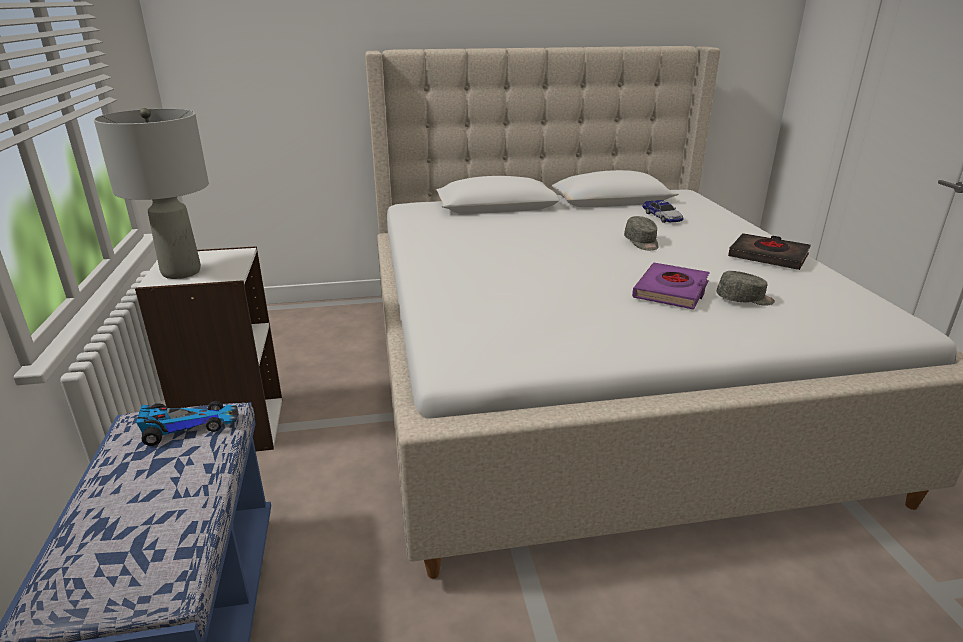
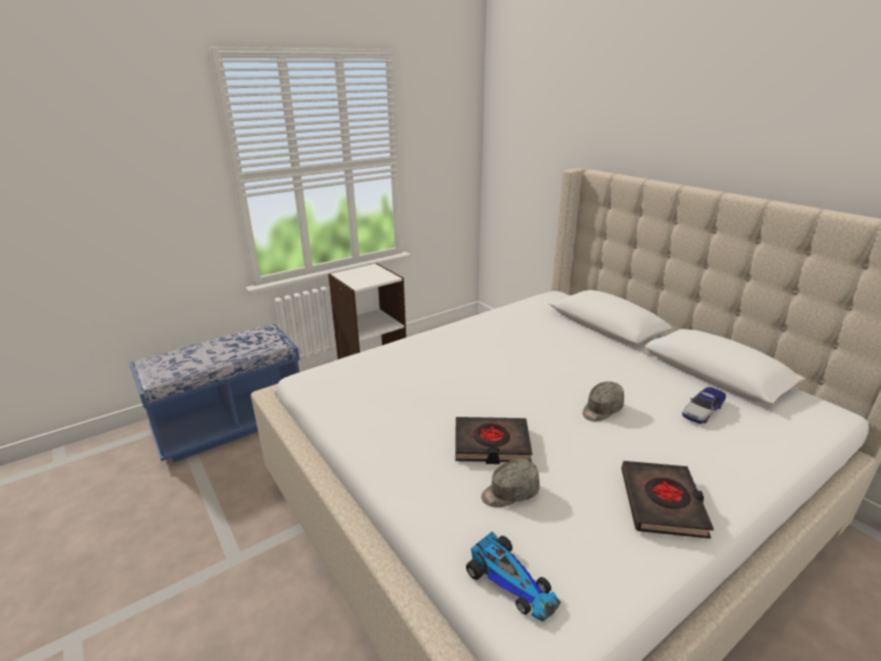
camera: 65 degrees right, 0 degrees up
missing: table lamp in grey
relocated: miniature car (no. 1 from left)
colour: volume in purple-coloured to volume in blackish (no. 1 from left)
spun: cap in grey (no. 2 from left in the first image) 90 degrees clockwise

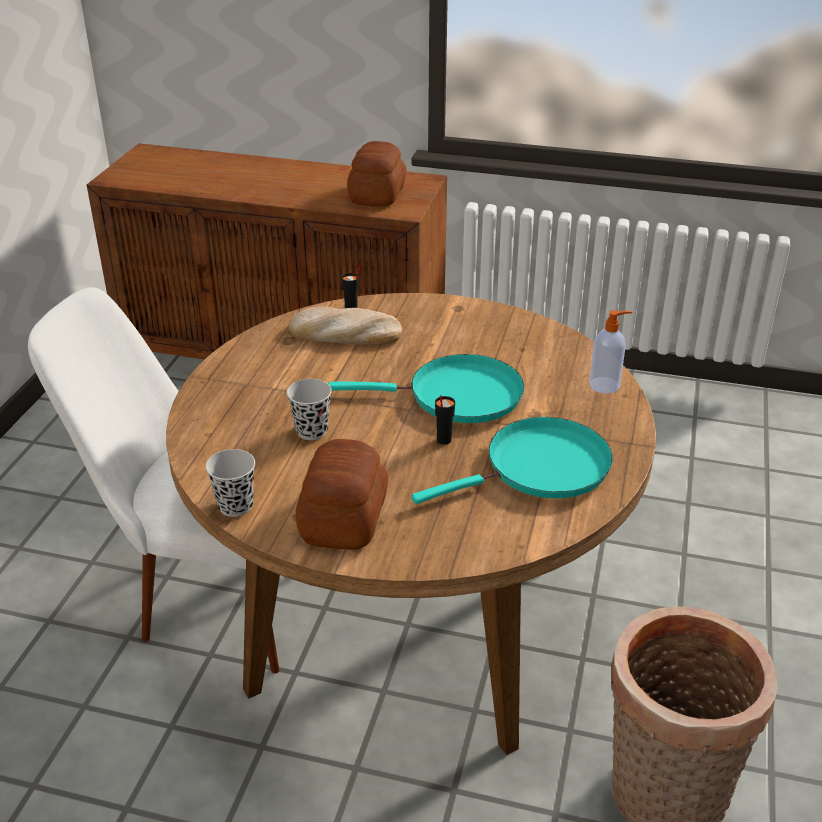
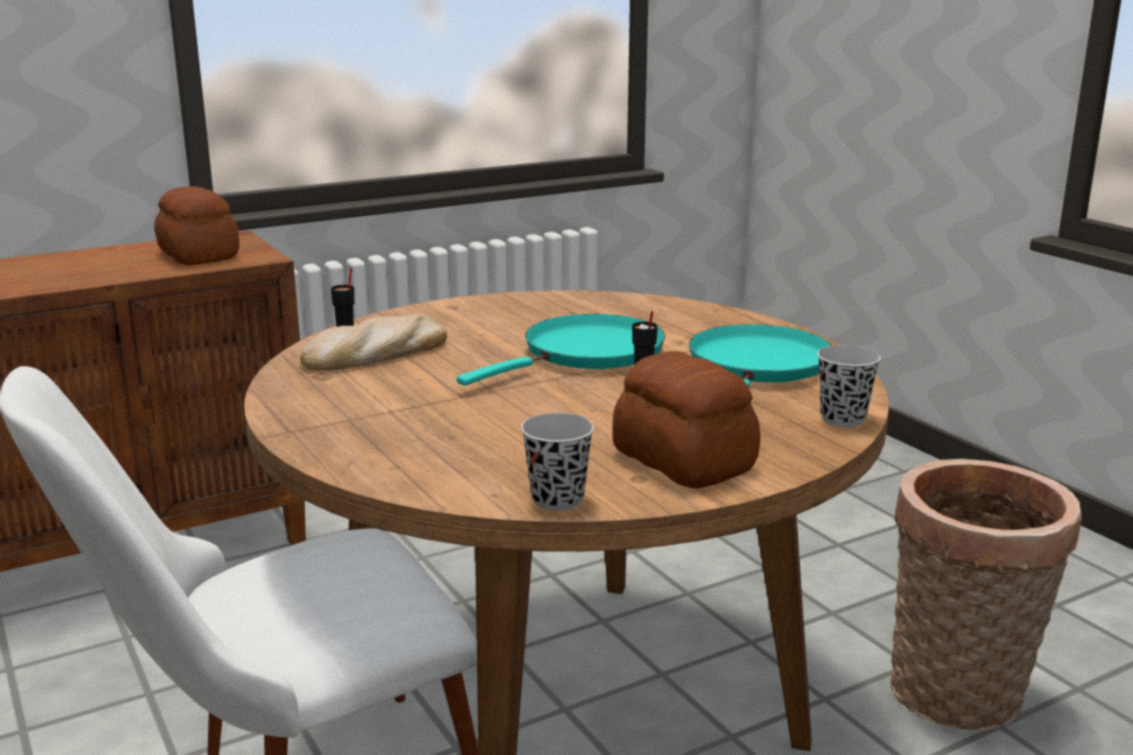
camera: 45 degrees left, 15 degrees down
missing: liquid soap bottle
relocated: drinking cup in blackish (no. 2 from left in the first image) to drinking cup in blackish (no. 4 from left)

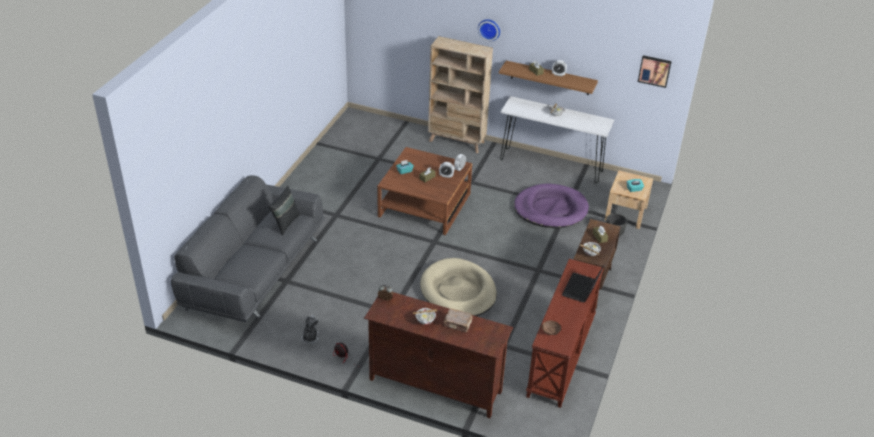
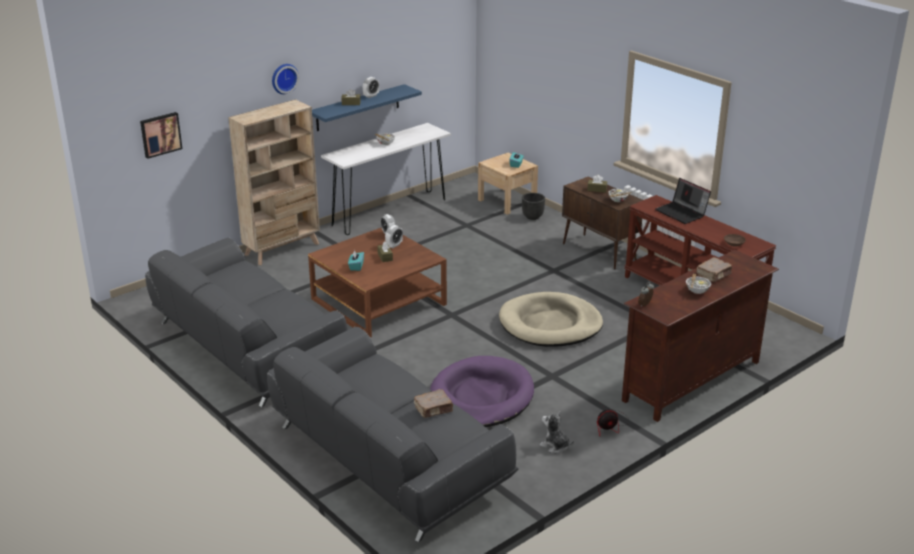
camera: 60 degrees left, 10 degrees down
missing: throw pillow in blackish
appeared: couch in grey (no. 1 from left); volume in brown-coloured (no. 1 from left)
relocated: dog bed in purple-coloured; picture
colour: shelf in brown-coloured to shelf in blue-coloured

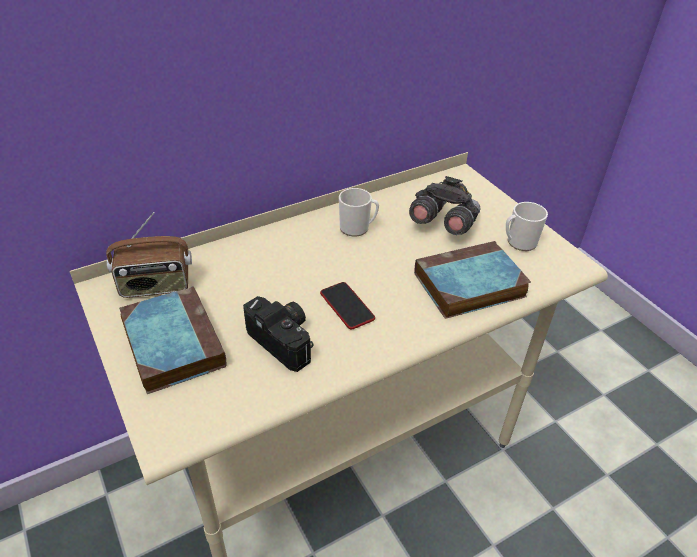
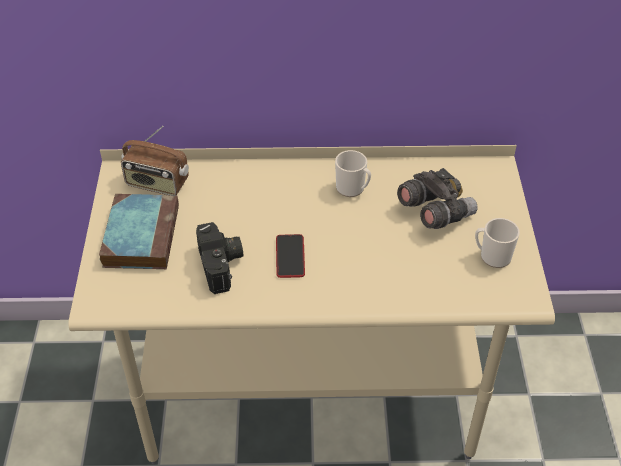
camera: 30 degrees right, 5 degrees up
missing: volume (no. 2 from left)

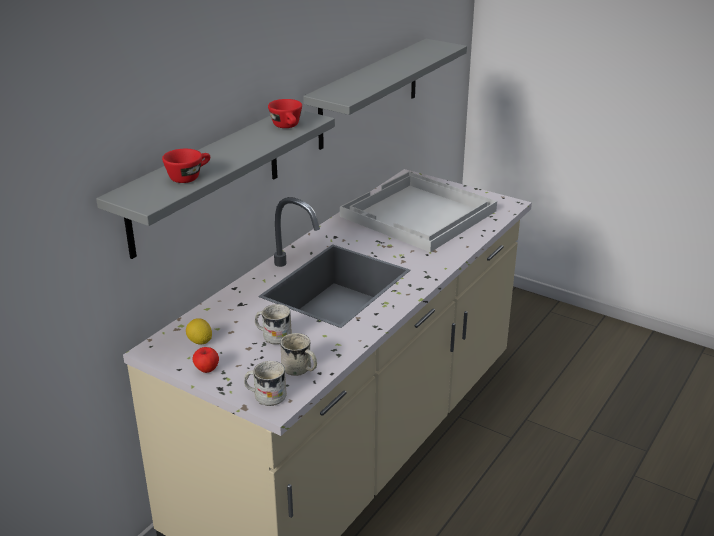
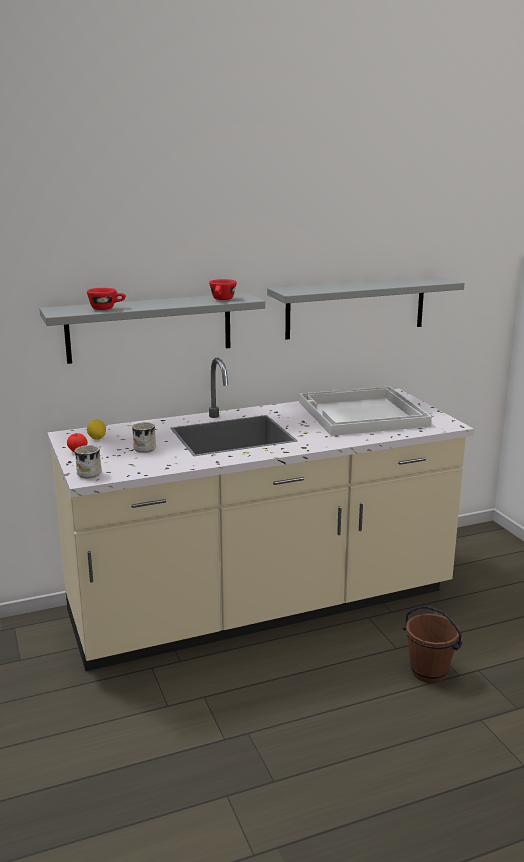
camera: 35 degrees right, 10 degrees down
missing: coffee mug in white-coloured (no. 3 from left)
appeared: bucket in brown-coloured

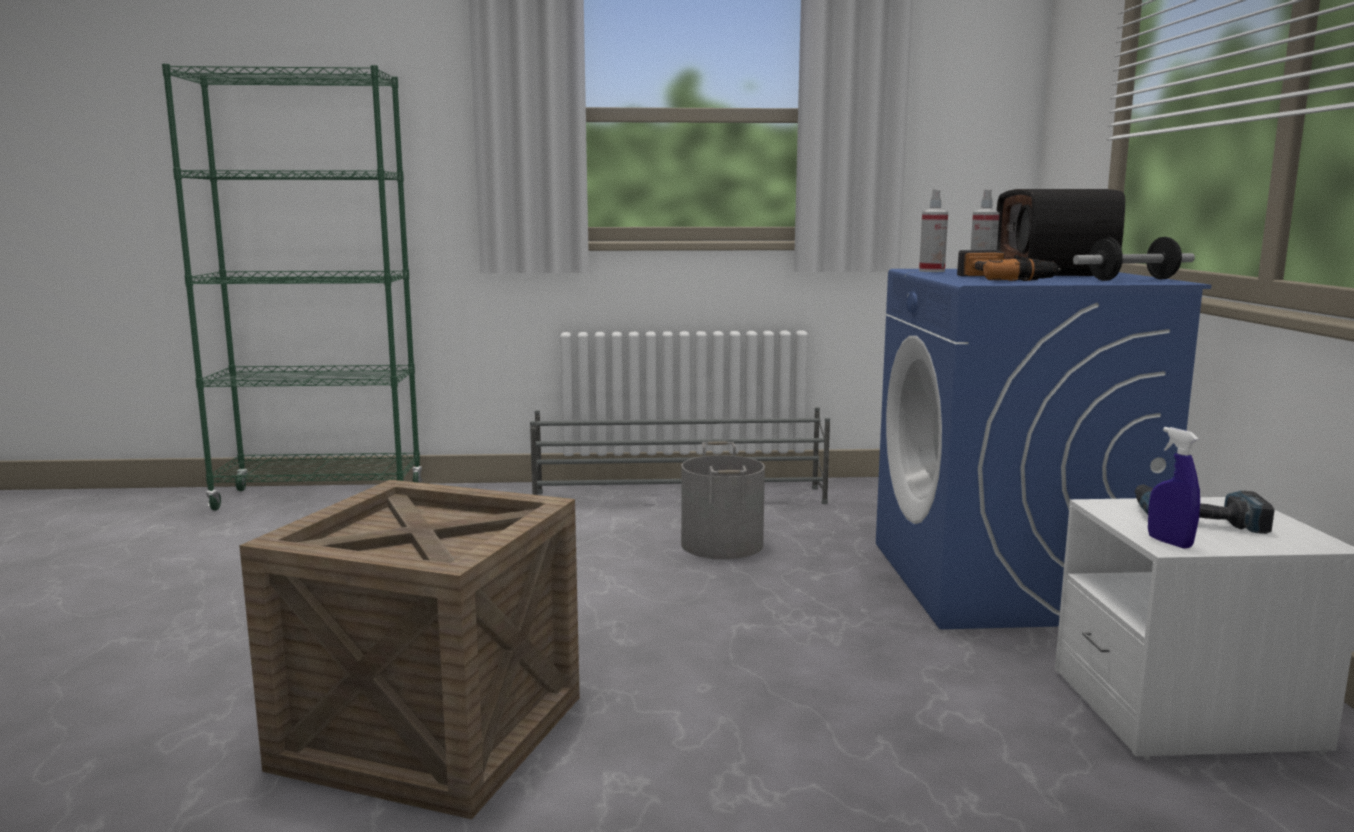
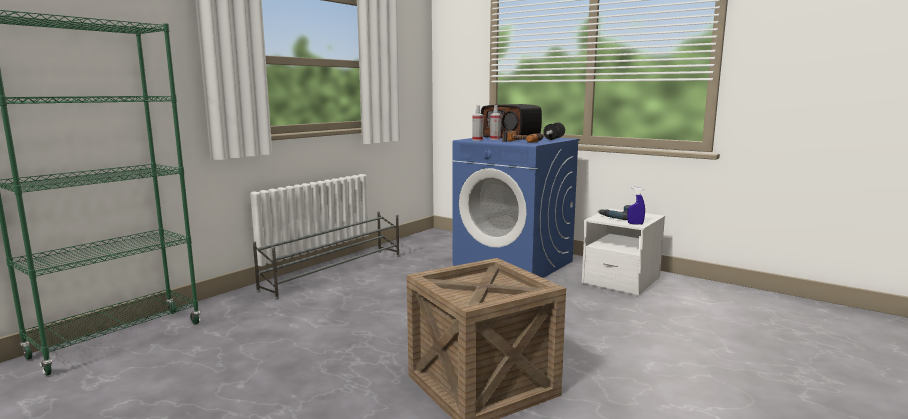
camera: 50 degrees left, 0 degrees up
missing: bucket in grey

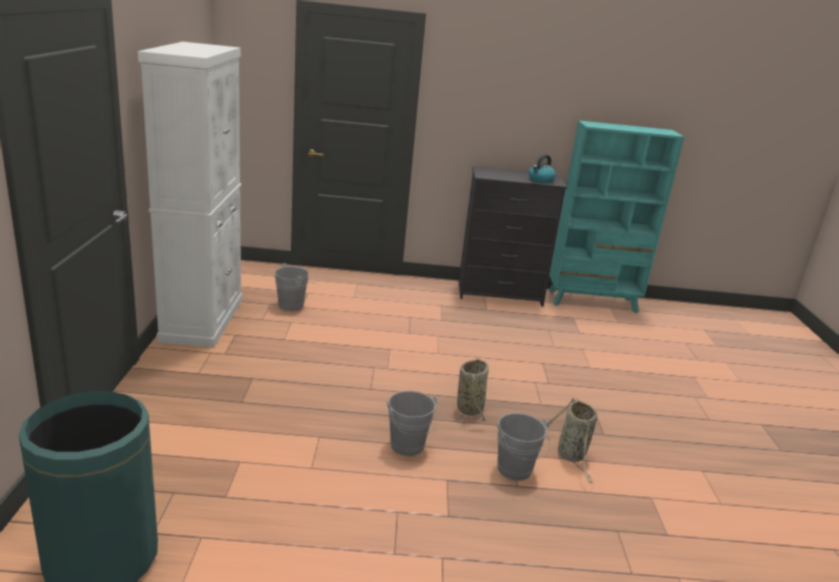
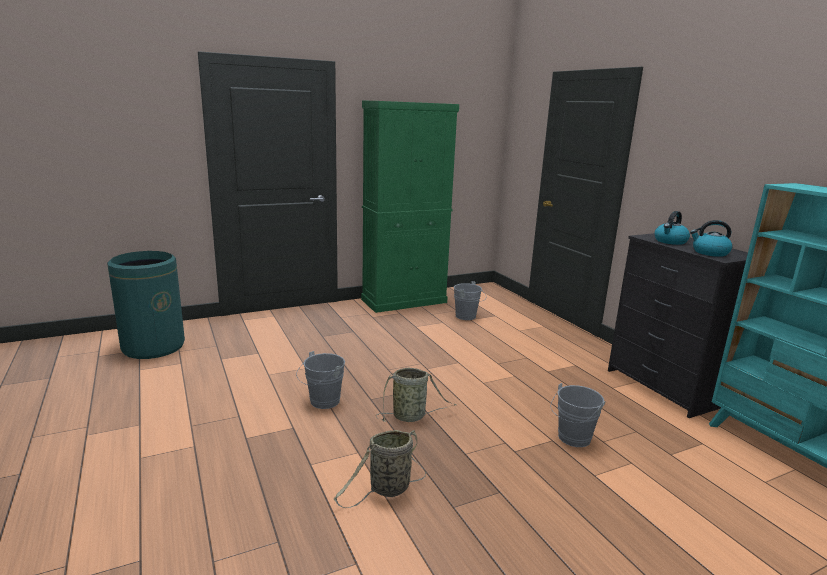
camera: 65 degrees right, 5 degrees down
appeared: kettle (no. 1 from left)
relocated: bucket in grey (no. 3 from left)
colour: cupboard in white-coloured to cupboard in greenish

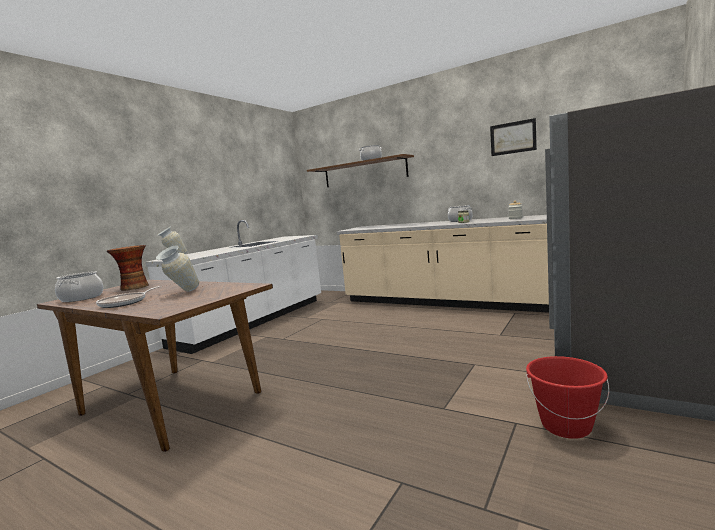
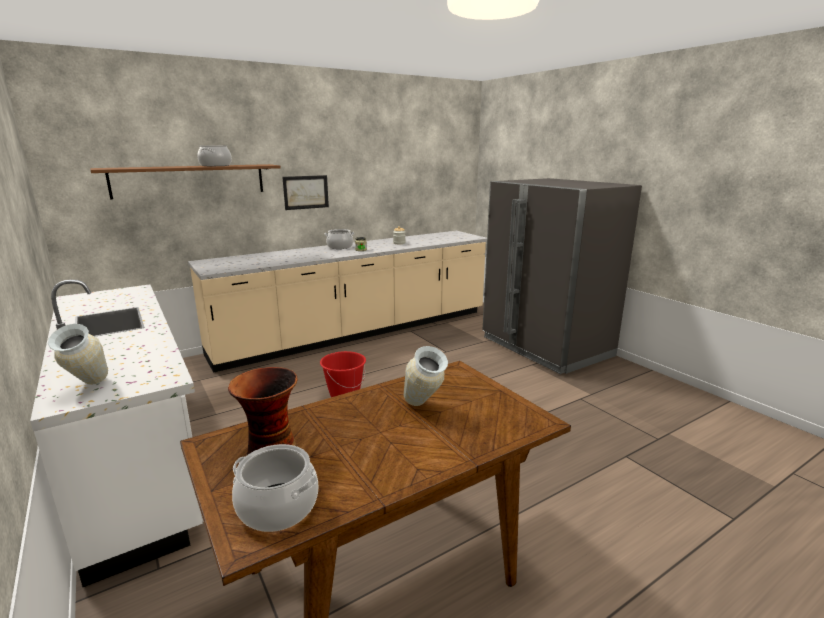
camera: 65 degrees left, 10 degrees up
missing: frying pan
relocated: picture; bucket in red-coloured

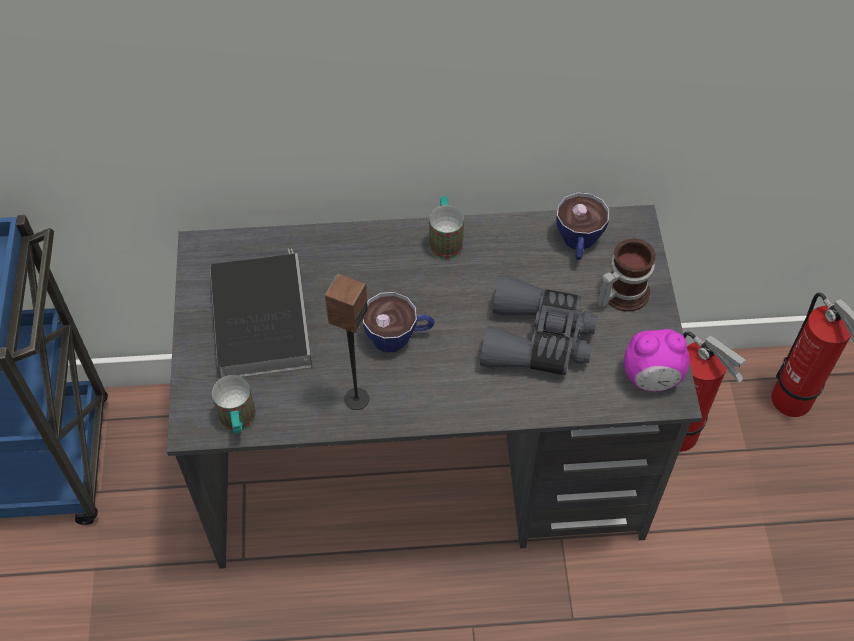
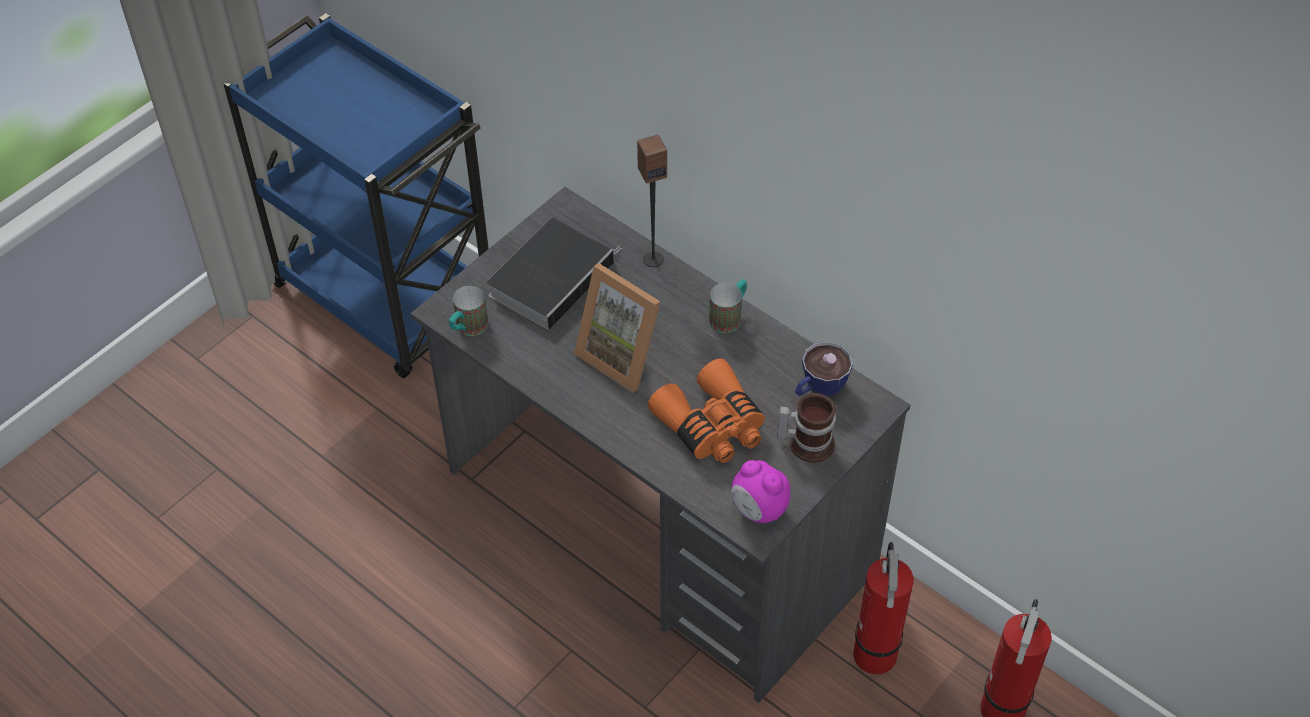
camera: 45 degrees right, 5 degrees down
relocated: speaker
exchanged: drinking cup (no. 1 from left) to standing frame
colour: binoculars in grey to binoculars in orange

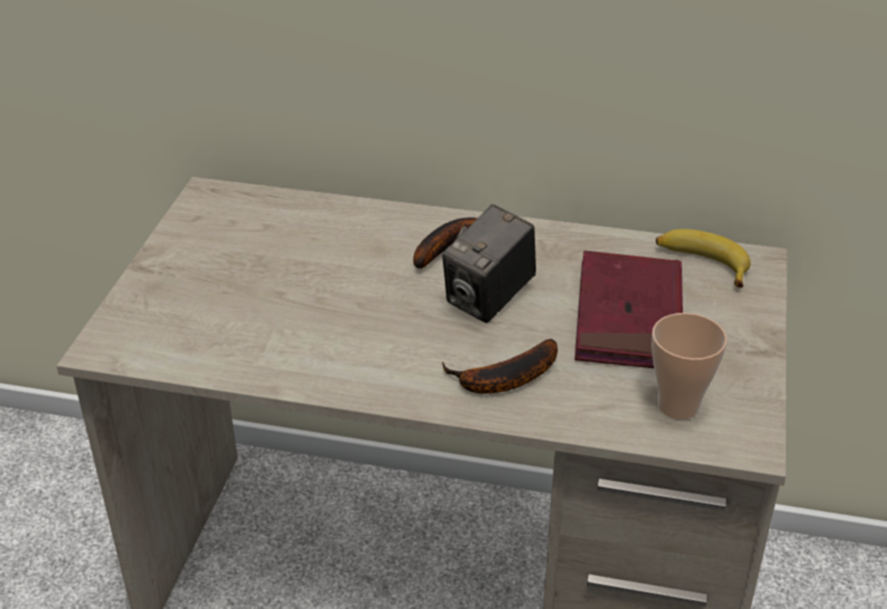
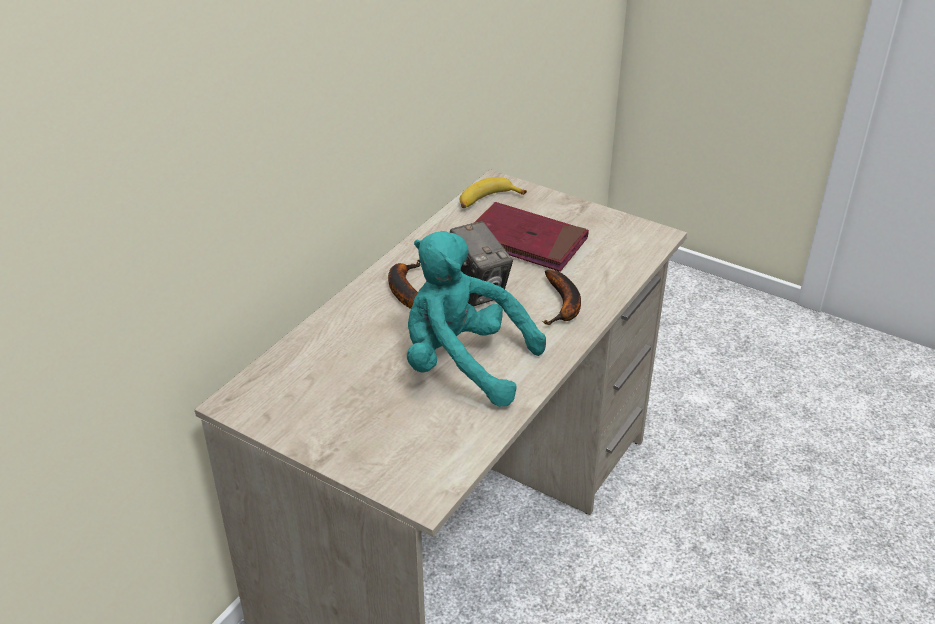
camera: 70 degrees left, 0 degrees up
missing: drinking cup
appeared: plush toy in turquoise

